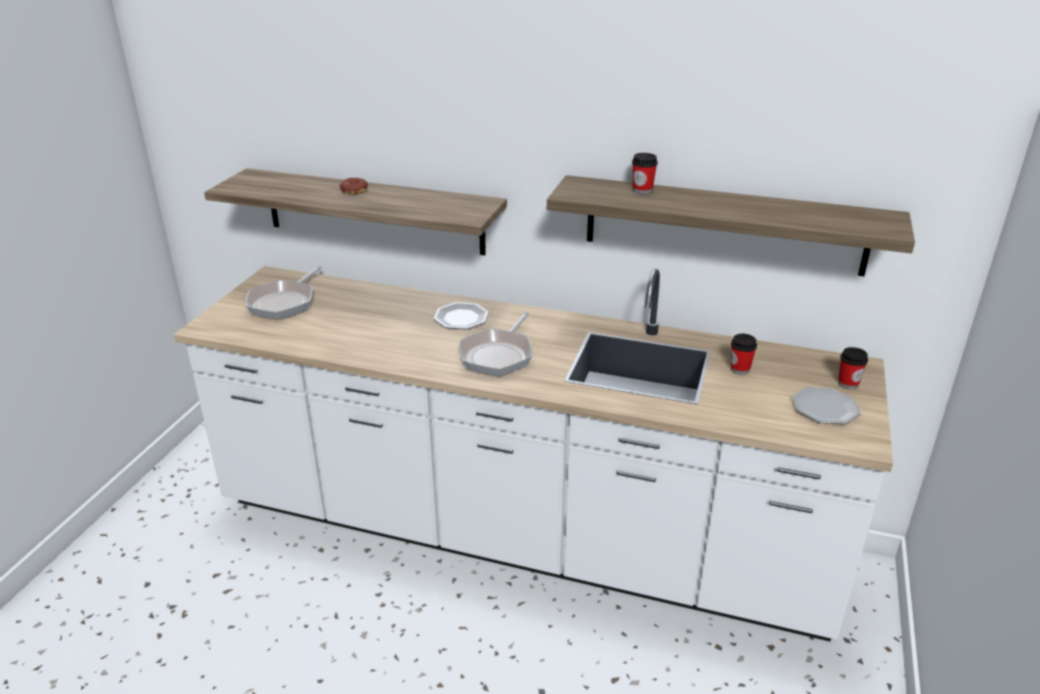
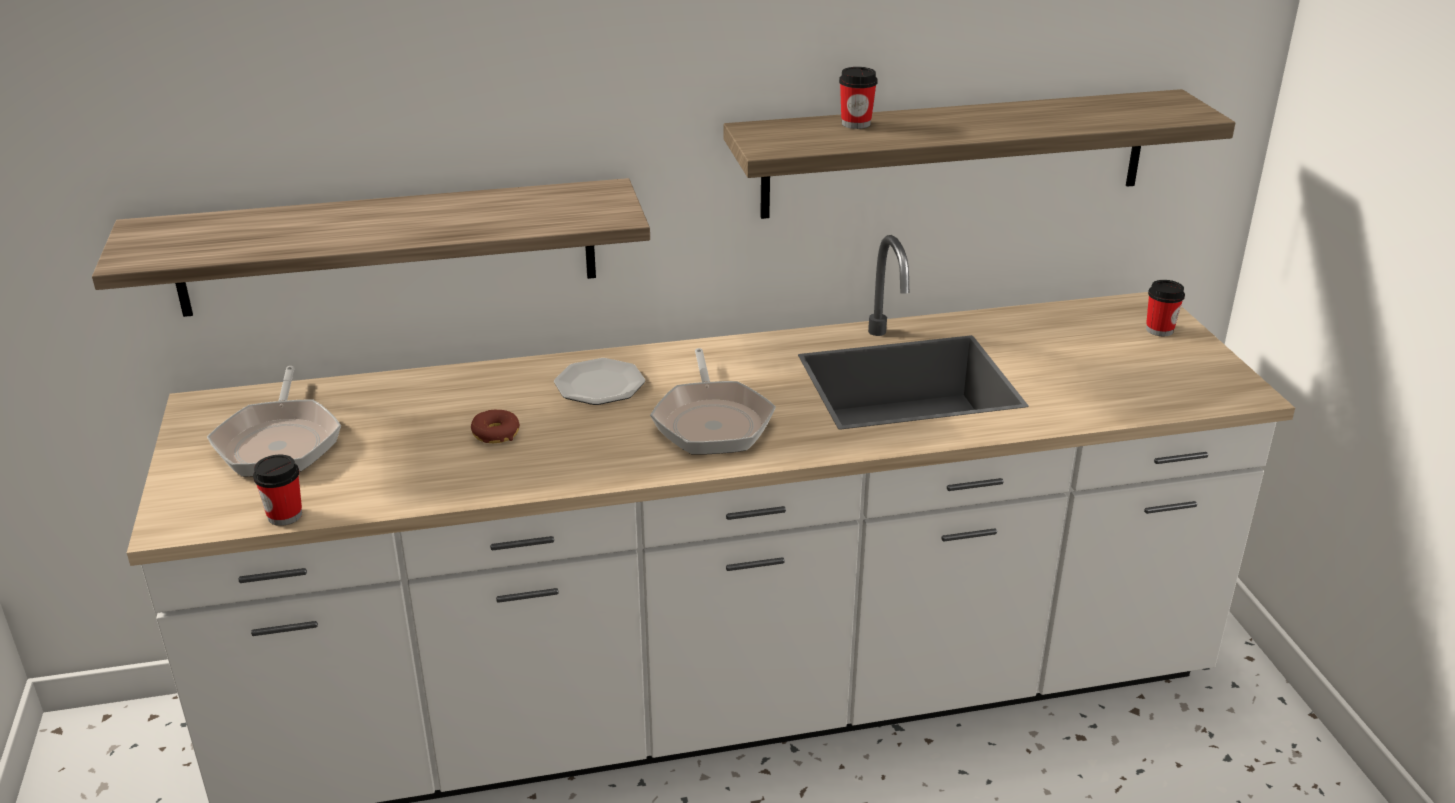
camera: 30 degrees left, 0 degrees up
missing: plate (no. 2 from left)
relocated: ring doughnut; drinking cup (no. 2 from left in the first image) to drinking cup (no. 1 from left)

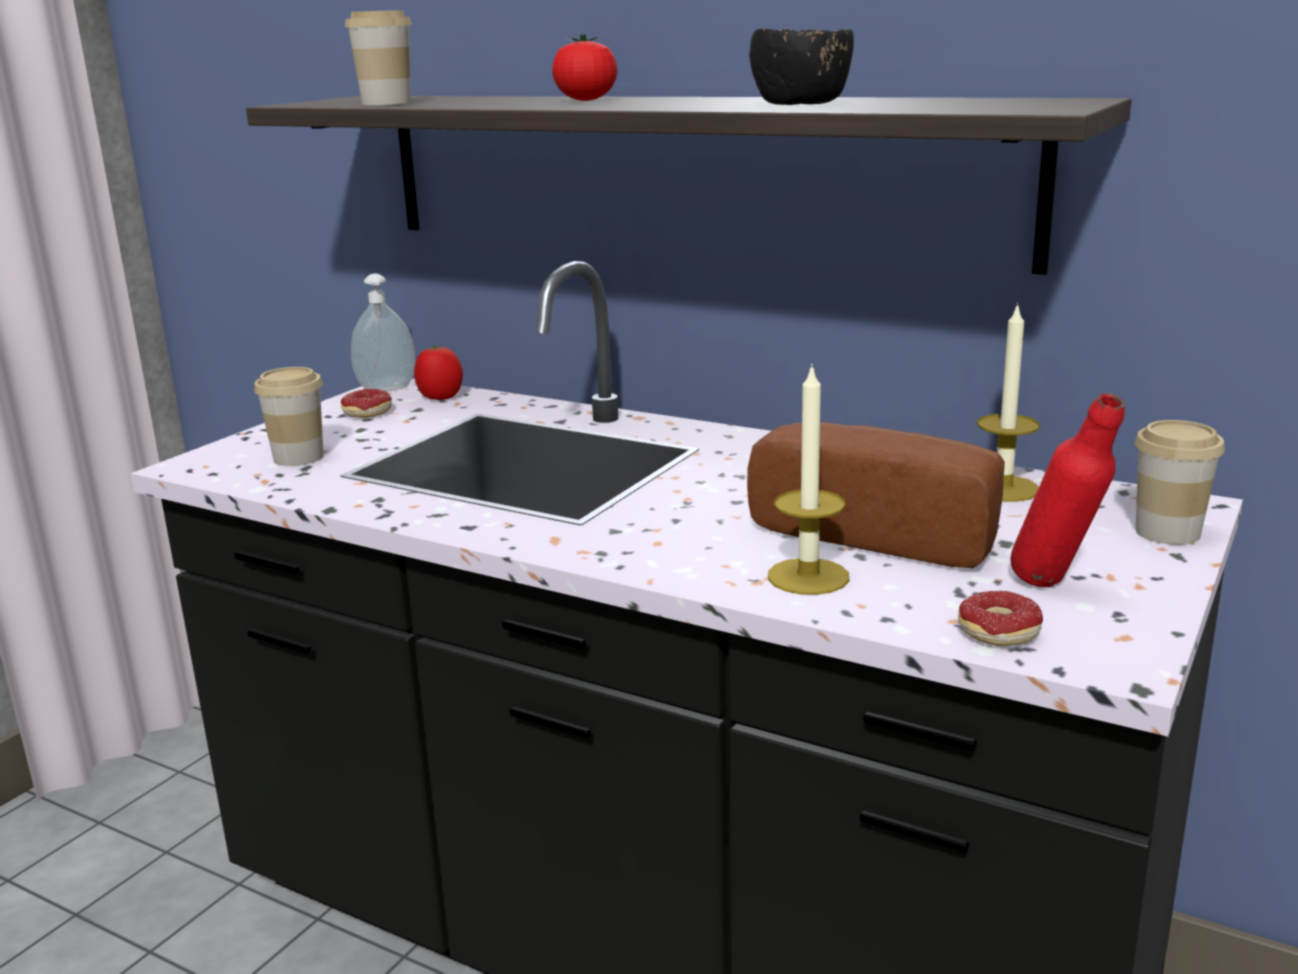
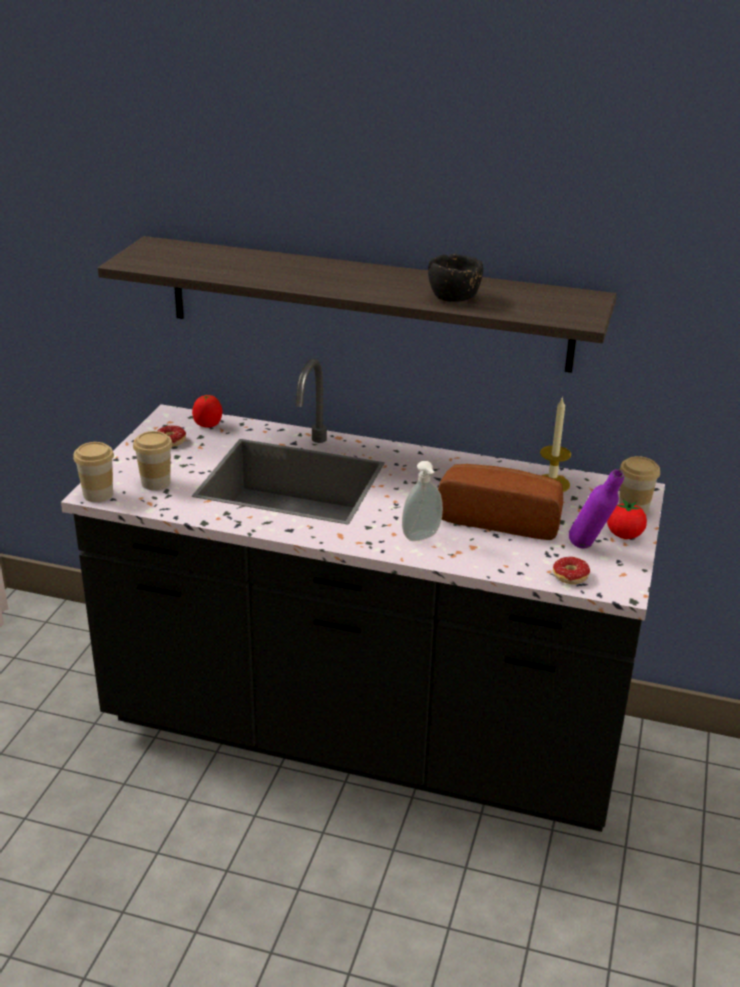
camera: 15 degrees left, 10 degrees up
missing: candle (no. 1 from left)
relocated: drinking cup (no. 2 from left in the first image) to drinking cup (no. 1 from left); liquid soap bottle; fresh tomato (no. 2 from left)
colour: bottle in red-coloured to bottle in purple-coloured

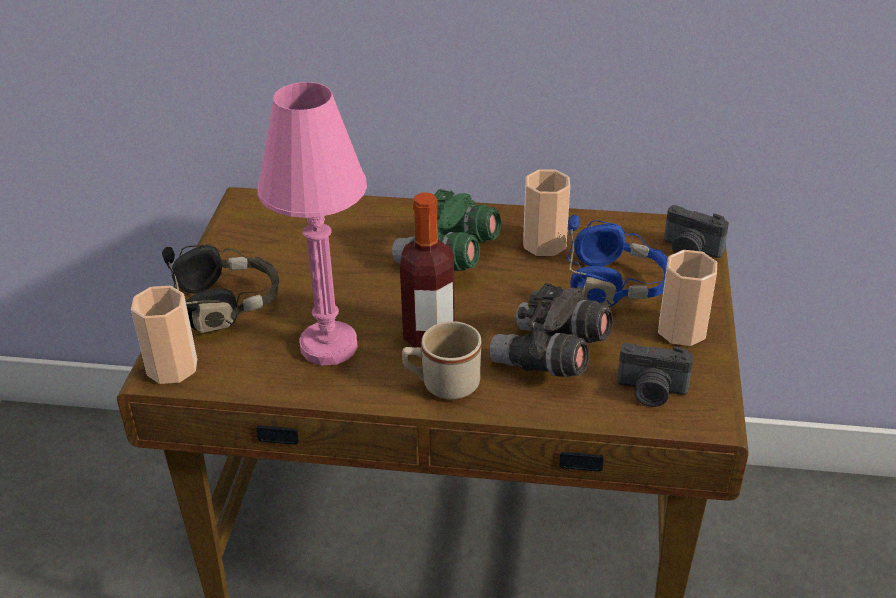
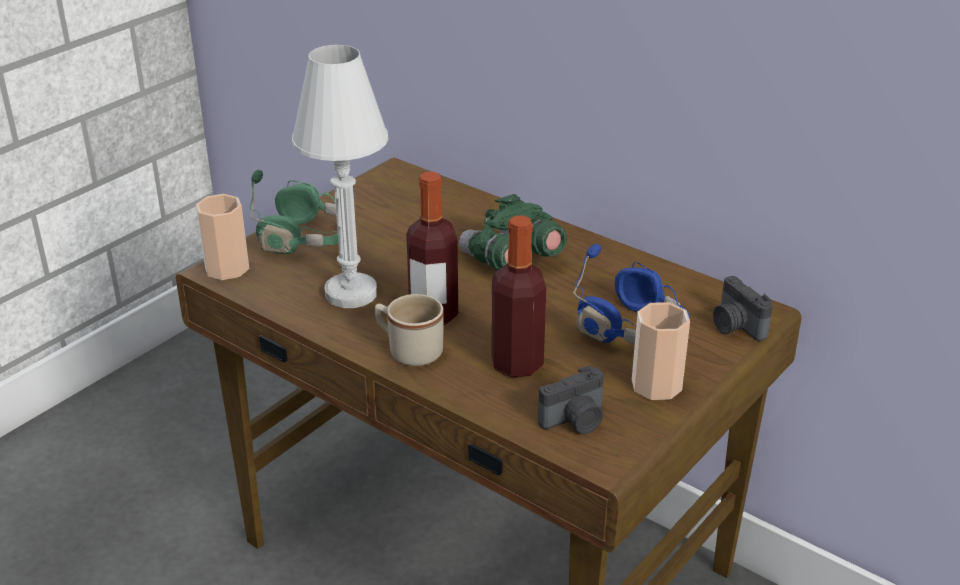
camera: 30 degrees right, 5 degrees down
missing: drinking cup (no. 2 from left)
exchanged: binoculars in grey to bottle (no. 2 from left)
colour: pair of headphones in blackish to pair of headphones in greenish; table lamp in pink to table lamp in white-coloured
spun: still camera (no. 1 from left) 75 degrees counterclockwise

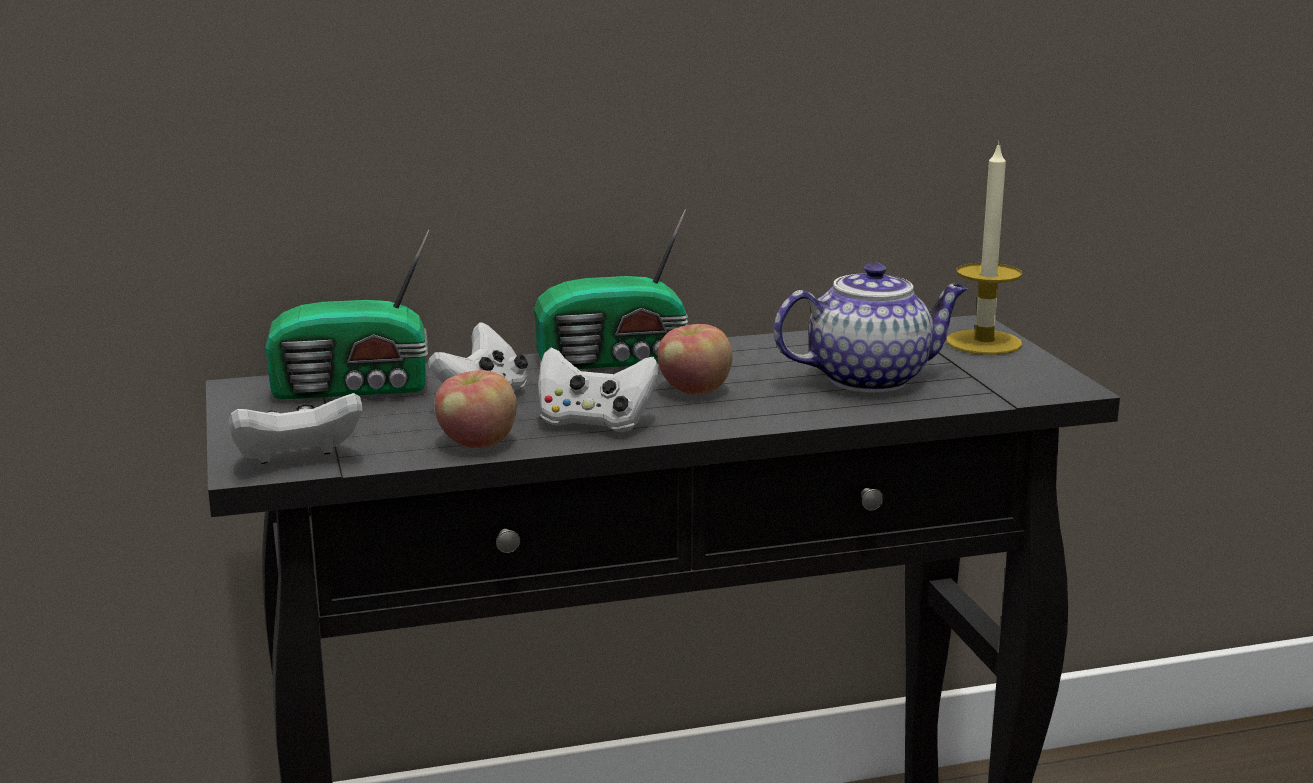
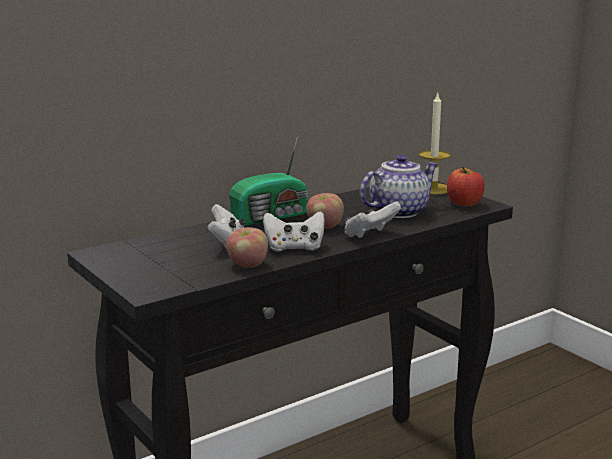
camera: 20 degrees left, 0 degrees up
missing: radio (no. 1 from left)
appeared: apple (no. 3 from left)
relocated: gamepad in white-coloured (no. 1 from left in the first image) to gamepad in white-coloured (no. 3 from left)

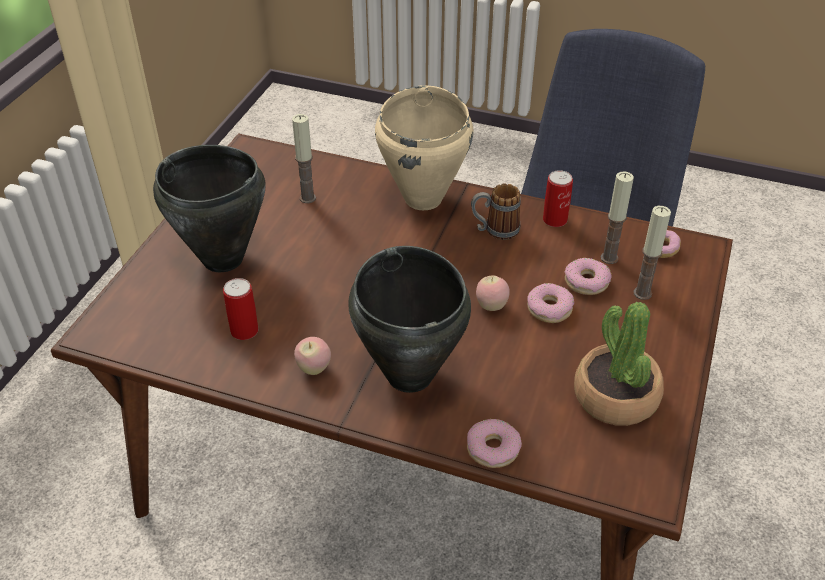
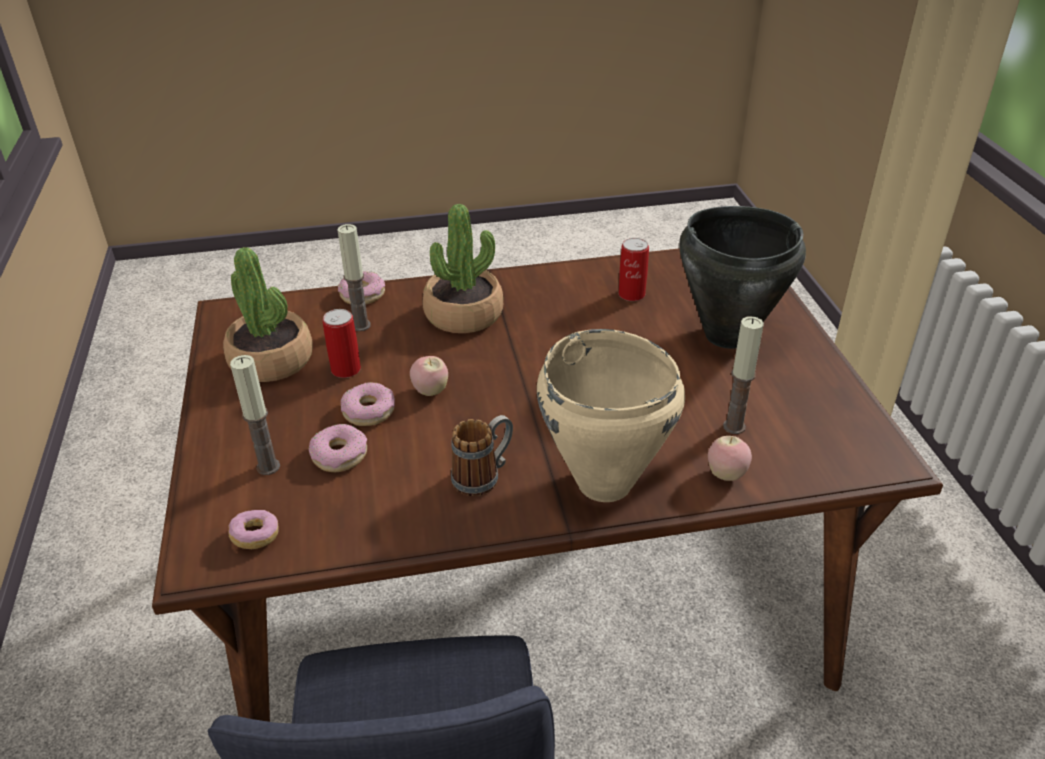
camera: 150 degrees right, 5 degrees down
relocated: apple (no. 1 from left in the first image) to apple (no. 2 from left); sealed can (no. 2 from left in the first image) to sealed can (no. 1 from left); candle (no. 2 from left)
exchanged: cooking pot in blackish (no. 2 from left) to houseplant (no. 2 from left)

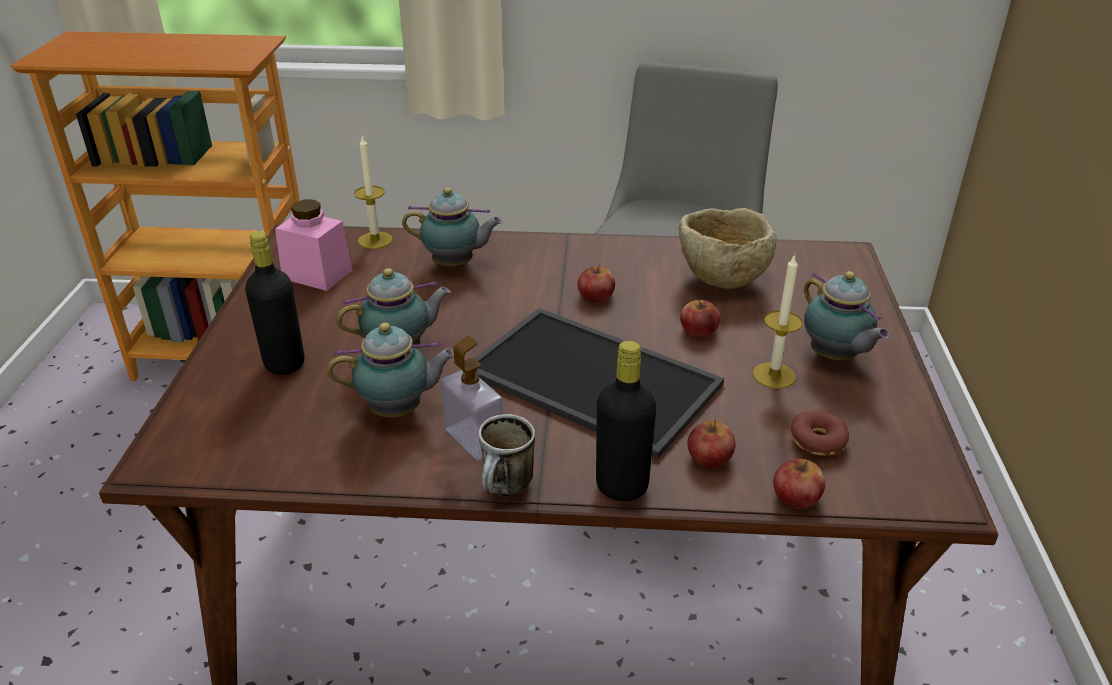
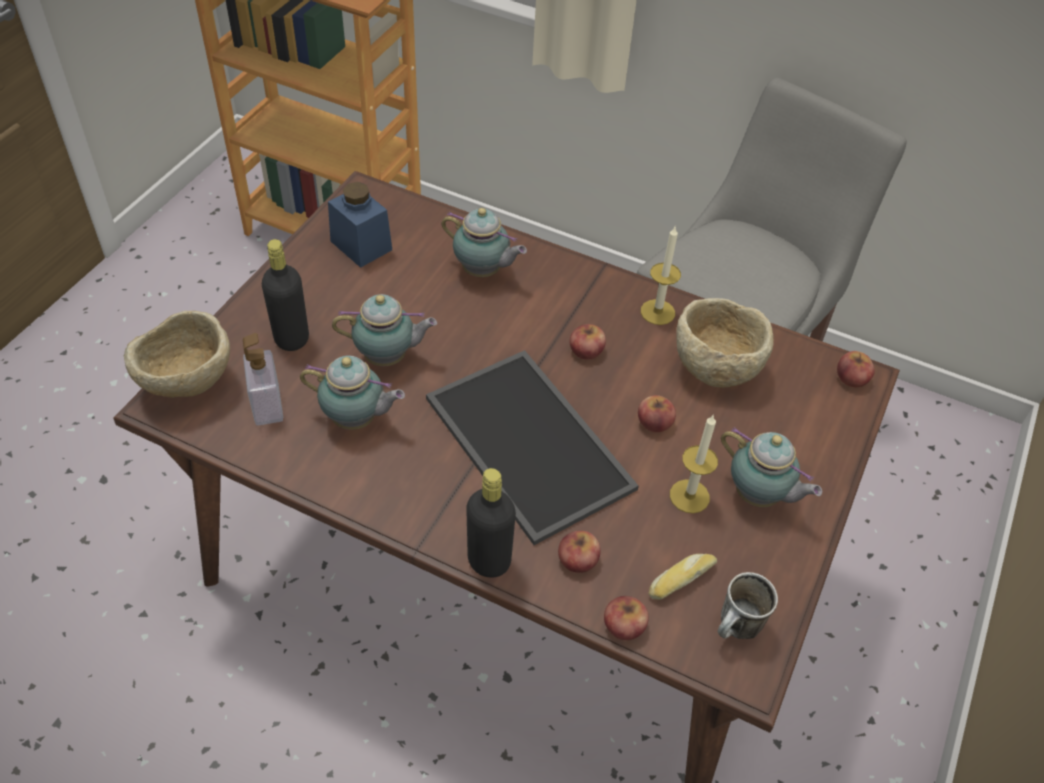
camera: 20 degrees right, 15 degrees up
appeared: deep dish in beige-coloured (no. 1 from left); apple (no. 5 from left)
relocated: candle (no. 1 from left); liquid soap bottle; coffee mug
exchanged: ring doughnut to bakery bread
colour: jar in pink to jar in blue-coloured
spun: tea pot (no. 4 from left) 45 degrees counterclockwise

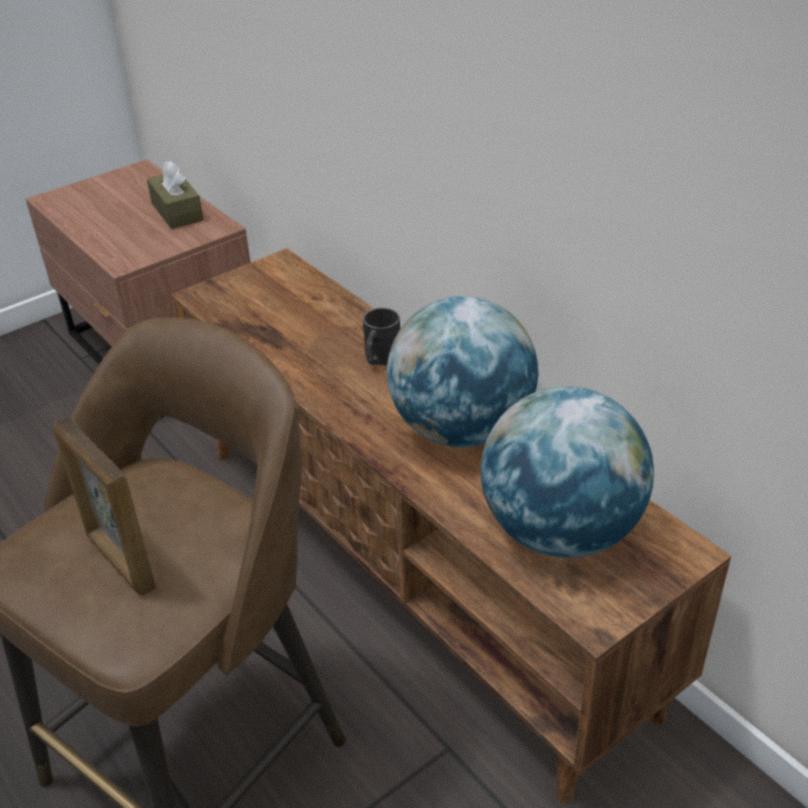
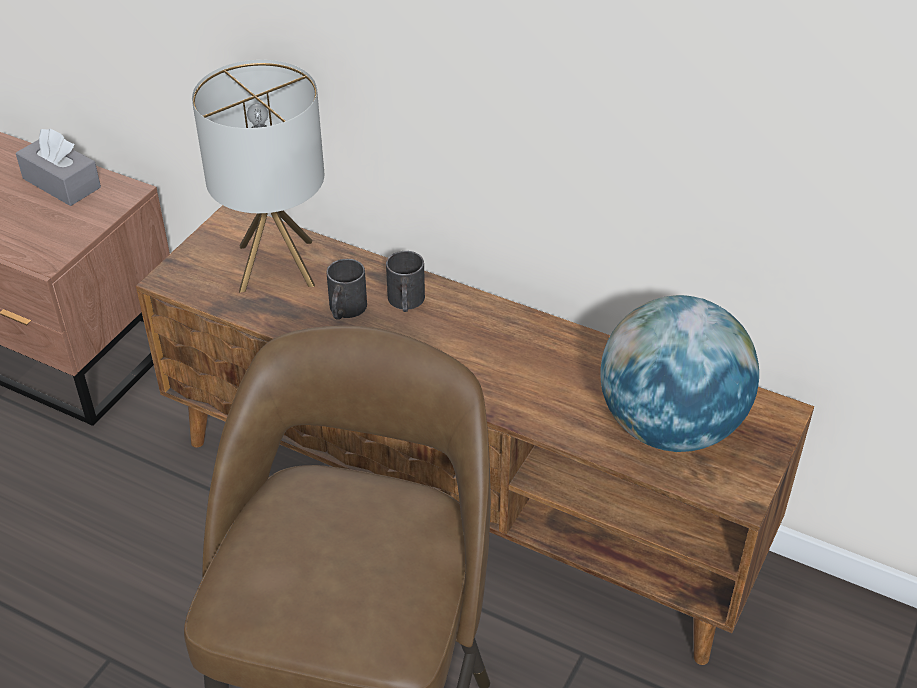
camera: 25 degrees left, 5 degrees up
missing: standing frame; desk globe (no. 1 from left)
appeared: table lamp; coffee mug in blackish (no. 1 from left)
colour: tissue box in brown-coloured to tissue box in grey

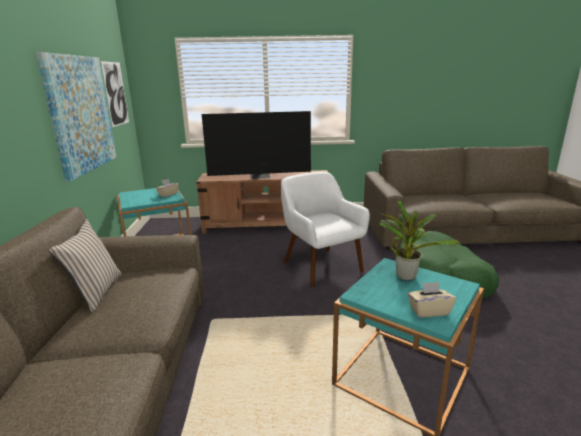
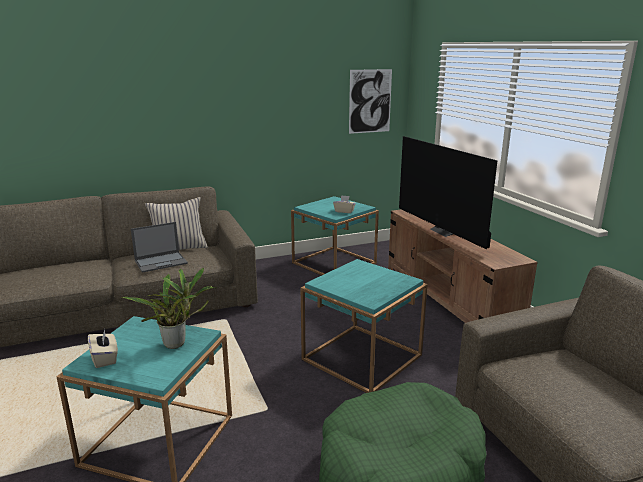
camera: 70 degrees right, 0 degrees up
missing: picture (no. 1 from left)
appeared: portable computer
exchanged: lounge chair in white-coloured to accent table in turquoise (no. 3 from left)

